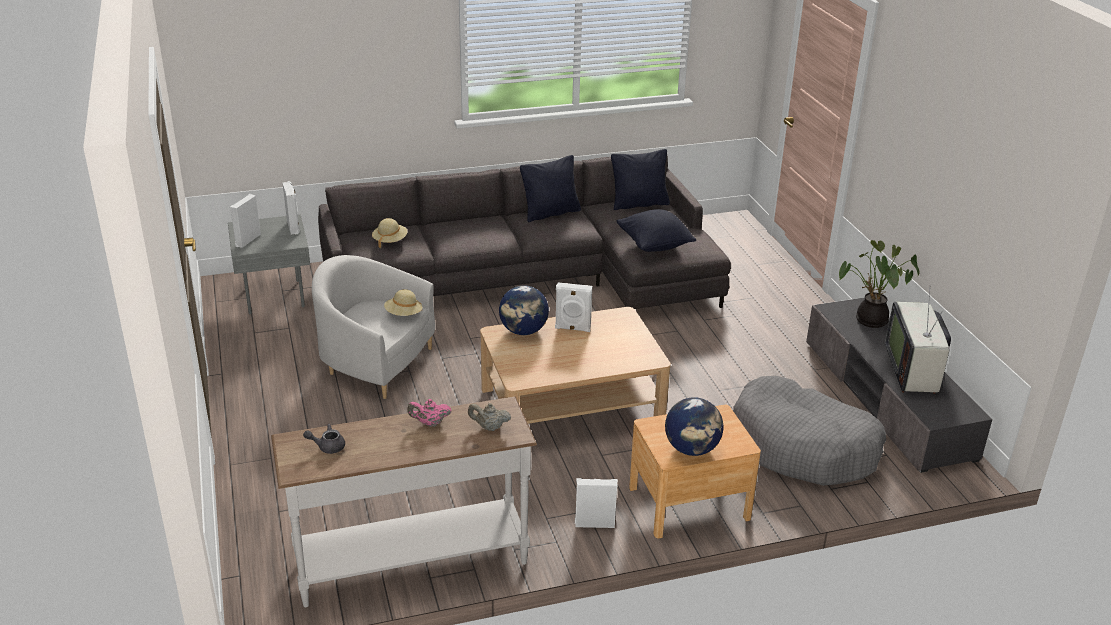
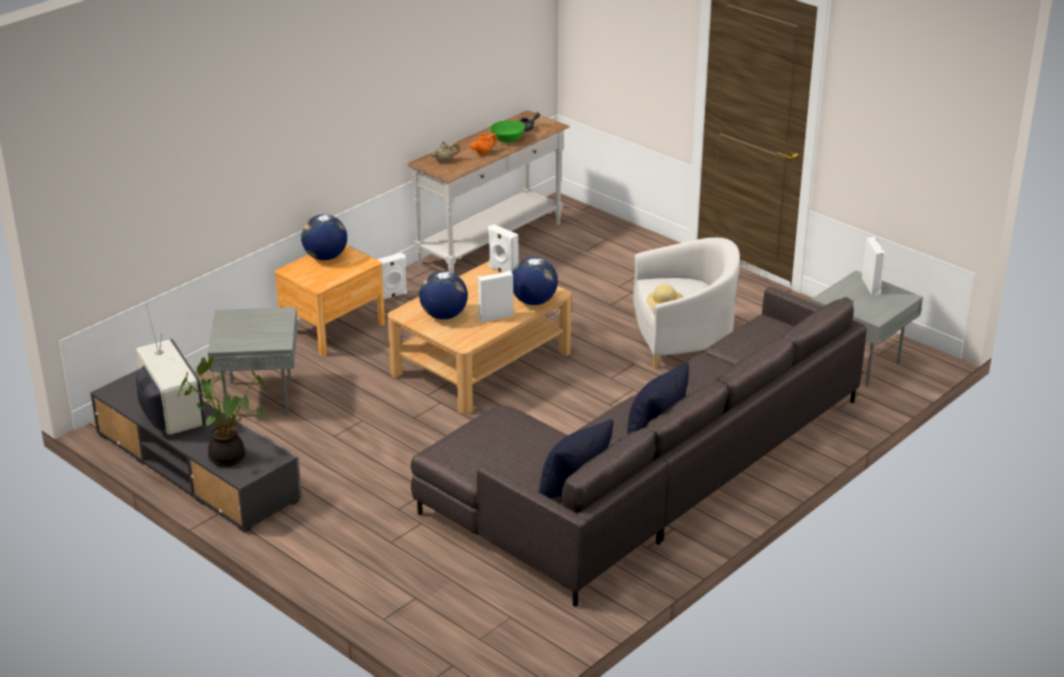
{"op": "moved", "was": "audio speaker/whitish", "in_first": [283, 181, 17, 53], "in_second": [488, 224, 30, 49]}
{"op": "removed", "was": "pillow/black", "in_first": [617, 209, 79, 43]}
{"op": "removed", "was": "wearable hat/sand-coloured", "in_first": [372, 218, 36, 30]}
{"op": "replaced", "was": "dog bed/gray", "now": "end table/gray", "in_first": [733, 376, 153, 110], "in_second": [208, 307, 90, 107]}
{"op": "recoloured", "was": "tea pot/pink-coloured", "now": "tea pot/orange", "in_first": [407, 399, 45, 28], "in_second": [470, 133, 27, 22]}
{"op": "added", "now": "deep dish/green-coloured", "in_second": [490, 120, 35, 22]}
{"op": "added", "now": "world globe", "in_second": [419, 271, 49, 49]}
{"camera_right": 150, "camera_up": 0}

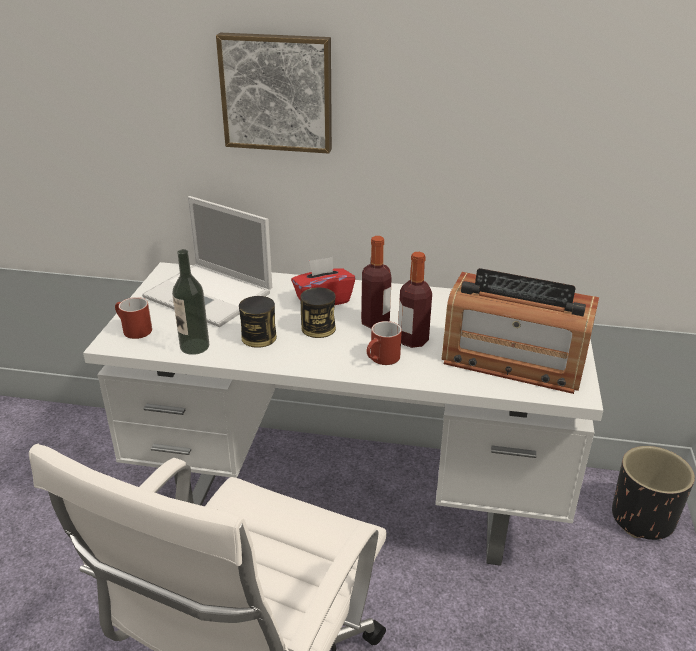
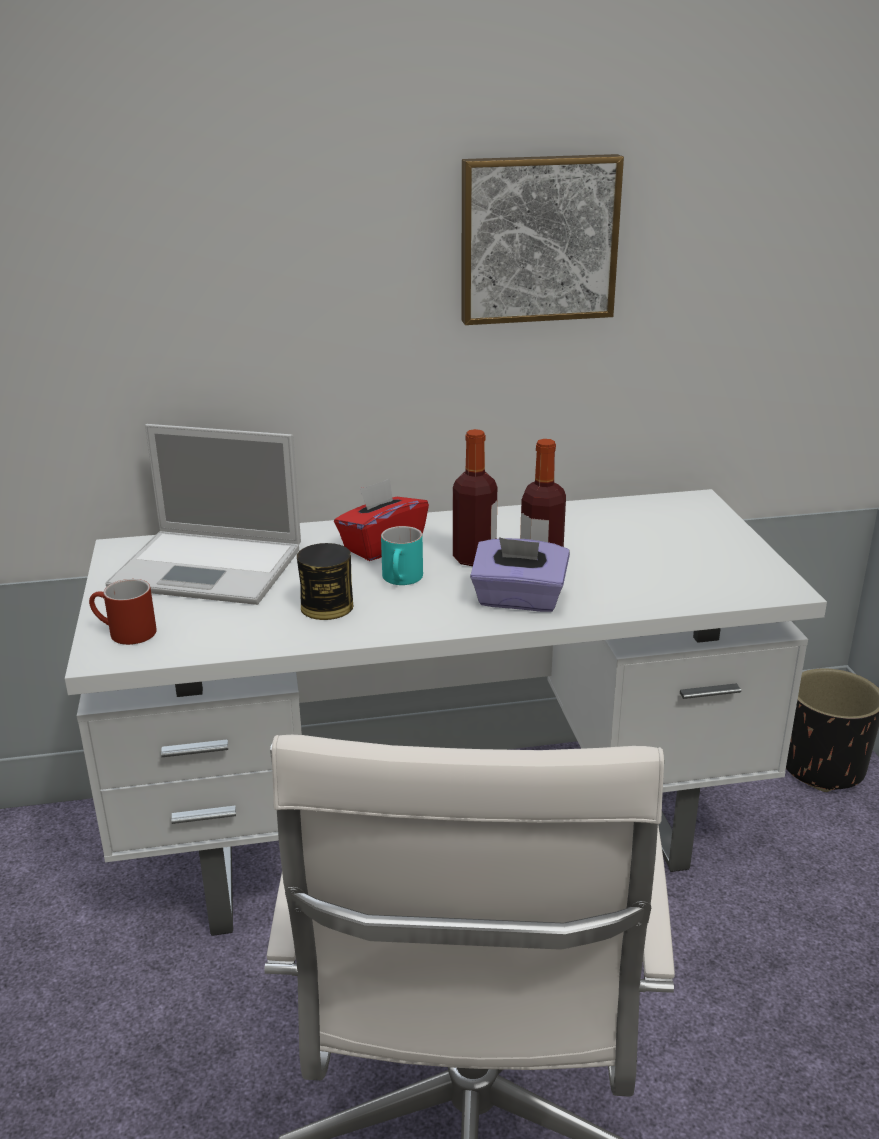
{"op": "moved", "was": "wall picture", "in_first": [216, 33, 116, 121], "in_second": [462, 154, 162, 171]}
{"op": "removed", "was": "beverage bottle", "in_first": [172, 249, 37, 106]}
{"op": "removed", "was": "radio receiver", "in_first": [441, 268, 158, 126]}
{"op": "replaced", "was": "metal can", "now": "tea mug/blue-green", "in_first": [300, 287, 36, 51], "in_second": [381, 526, 42, 59]}
{"op": "replaced", "was": "tea mug/red", "now": "tissue box/purplish", "in_first": [367, 321, 35, 44], "in_second": [470, 537, 100, 75]}
{"camera_right": -20, "camera_up": -5}

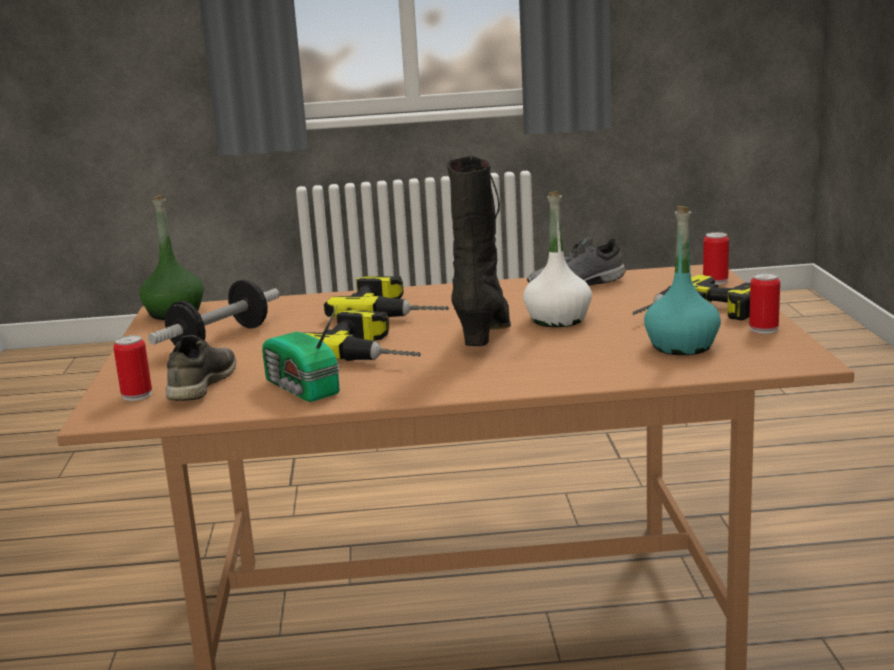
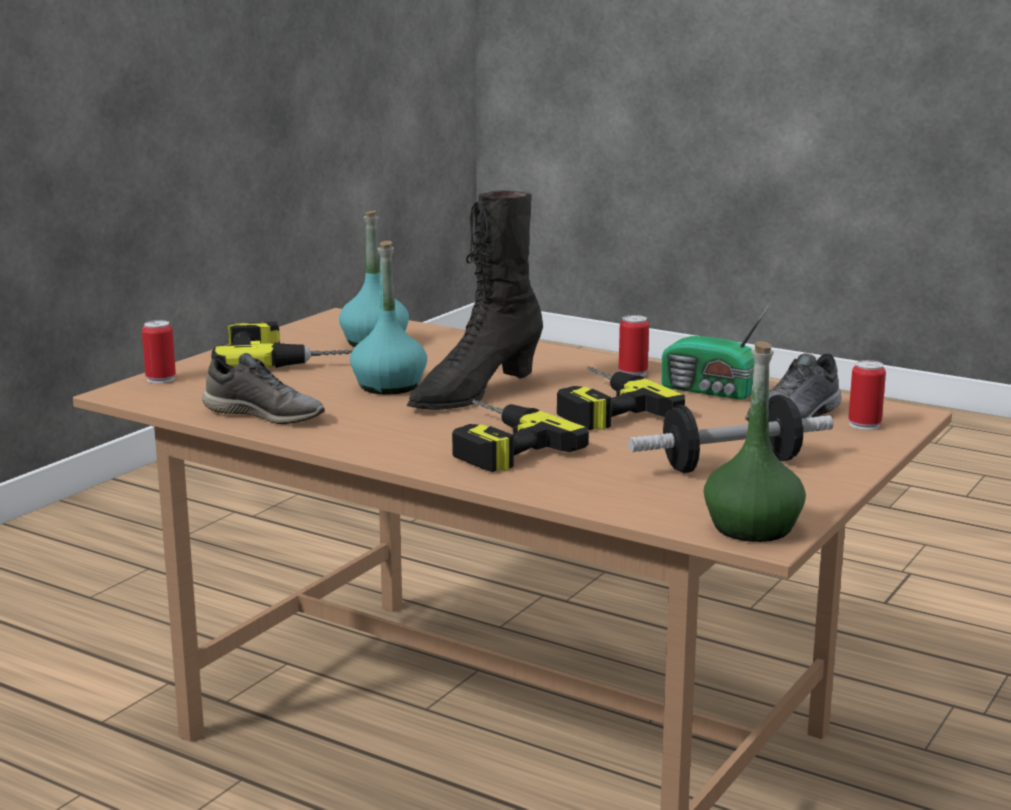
{"op": "recoloured", "was": "beverage bottle/whitish", "now": "beverage bottle/blue-green", "in_first": [523, 191, 69, 136], "in_second": [350, 241, 77, 154]}
{"op": "moved", "was": "metal can", "in_first": [749, 273, 31, 61], "in_second": [619, 315, 30, 62]}
{"op": "turned", "was": "radio receiver", "in_first": [262, 306, 78, 96], "in_second": [662, 304, 108, 96], "clockwise": 120}
{"camera_right": -145, "camera_up": 0}

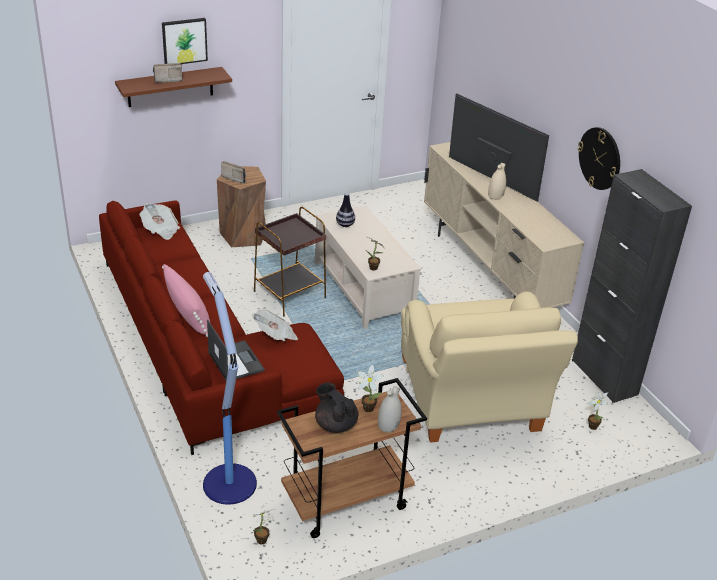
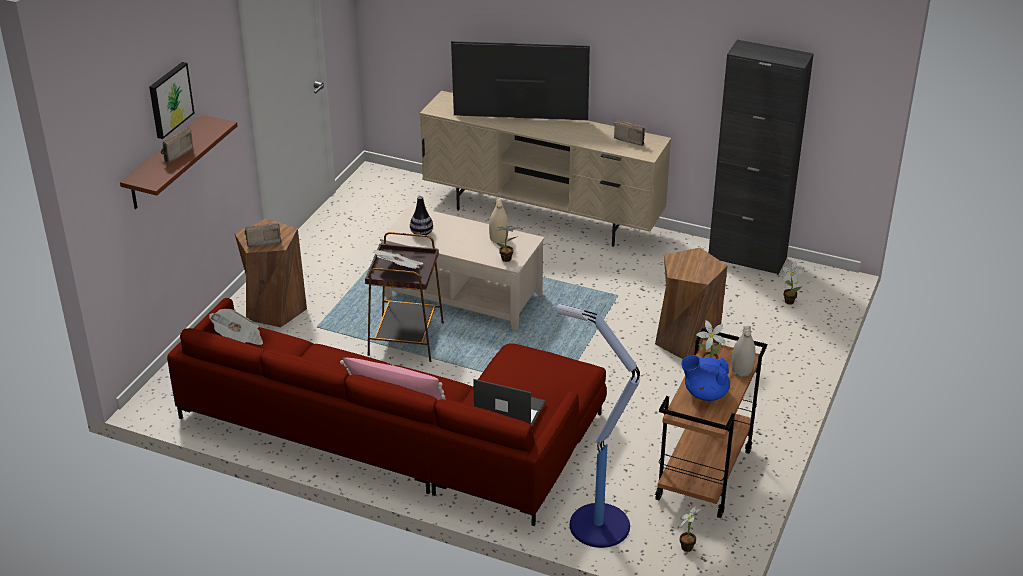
{"op": "removed", "was": "clock on the wall", "in_first": [578, 127, 42, 63]}
{"op": "moved", "was": "flower vase/sand-coloured", "in_first": [488, 163, 18, 37], "in_second": [489, 199, 20, 44]}
{"op": "replaced", "was": "lounge chair/sand-coloured", "now": "sitting stool/brown-coloured", "in_first": [401, 291, 177, 152], "in_second": [655, 248, 72, 111]}
{"op": "moved", "was": "daily paper", "in_first": [252, 309, 46, 32], "in_second": [373, 250, 50, 19]}
{"op": "recoloured", "was": "tea pot/black", "now": "tea pot/blue", "in_first": [315, 382, 43, 51], "in_second": [681, 355, 49, 46]}
{"op": "added", "now": "radio receiver", "in_second": [614, 120, 31, 26]}
{"camera_right": -40, "camera_up": 0}

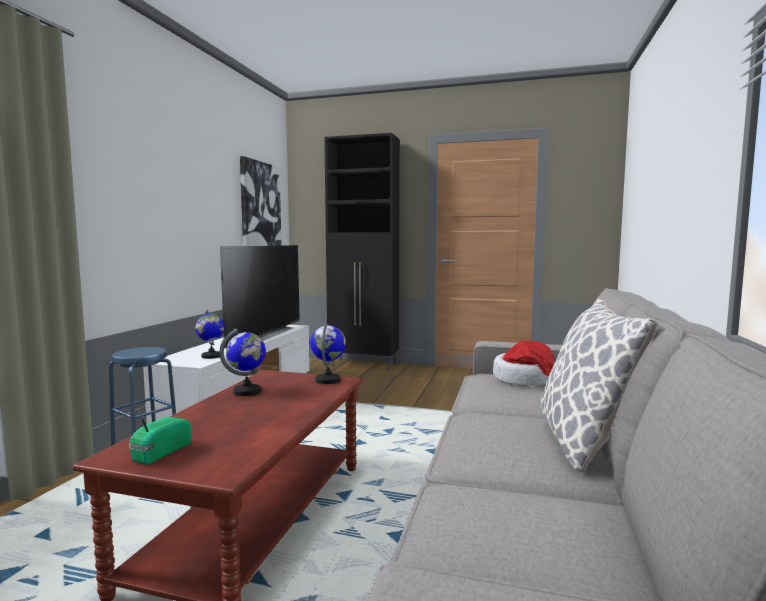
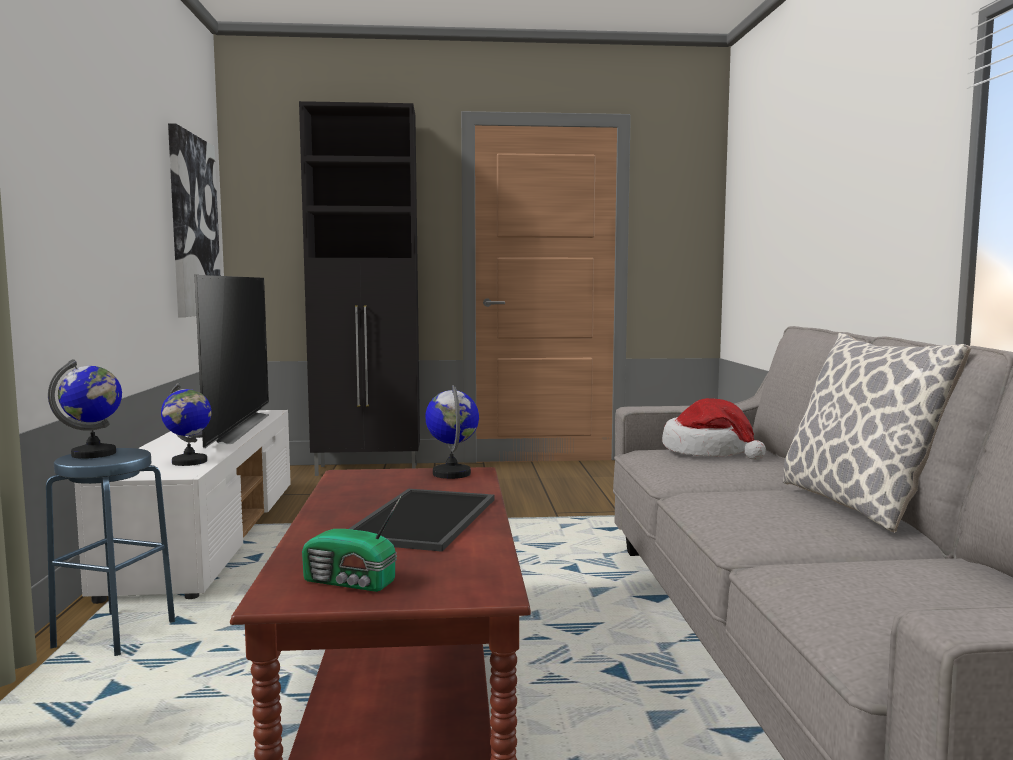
{"op": "moved", "was": "world globe", "in_first": [220, 328, 46, 68], "in_second": [48, 359, 74, 100]}
{"op": "turned", "was": "radio receiver", "in_first": [129, 411, 63, 54], "in_second": [302, 495, 100, 97], "clockwise": -75}
{"op": "added", "now": "tray", "in_second": [349, 489, 145, 63]}
{"camera_right": -20, "camera_up": 0}

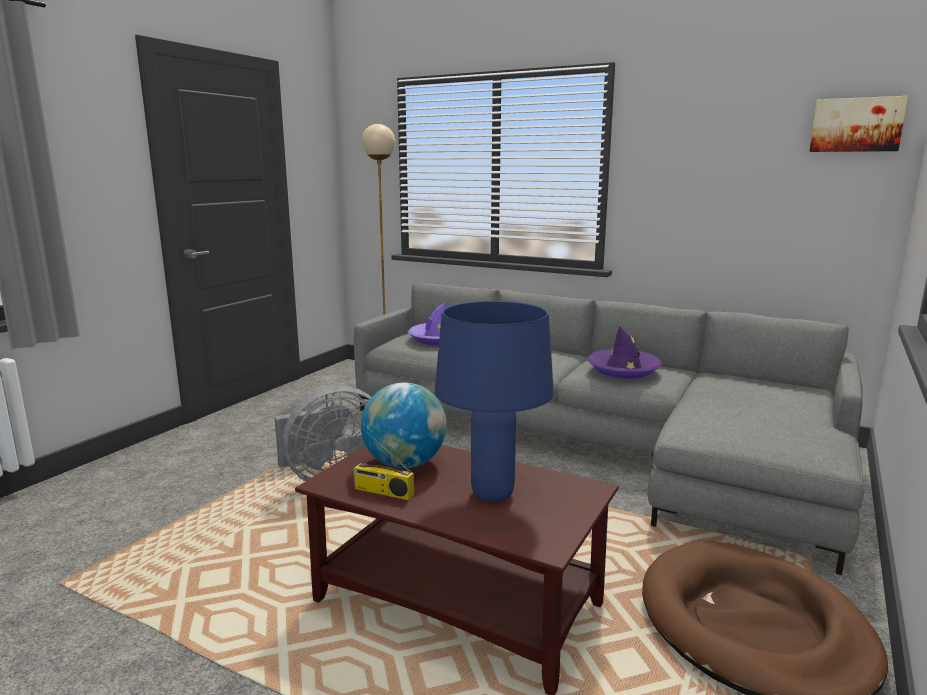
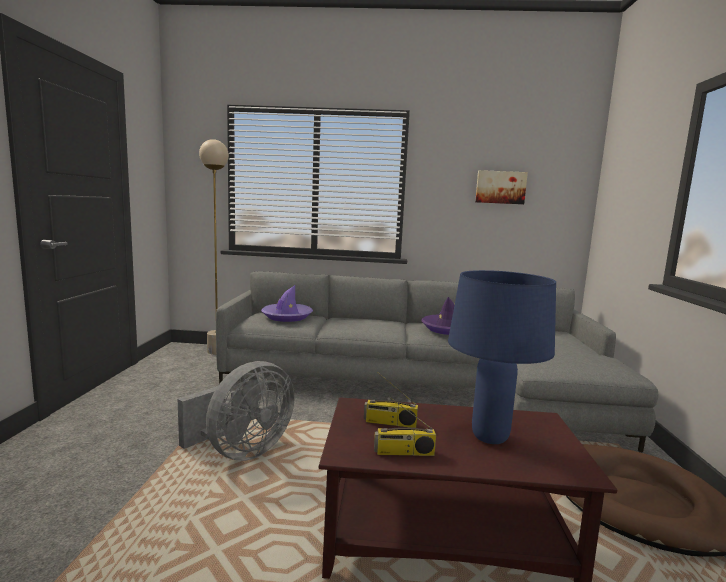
{"op": "moved", "was": "wall picture", "in_first": [809, 96, 99, 56], "in_second": [475, 170, 53, 34]}
{"op": "replaced", "was": "world globe", "now": "radio receiver", "in_first": [361, 382, 86, 87], "in_second": [364, 372, 54, 56]}
{"camera_right": -25, "camera_up": -5}

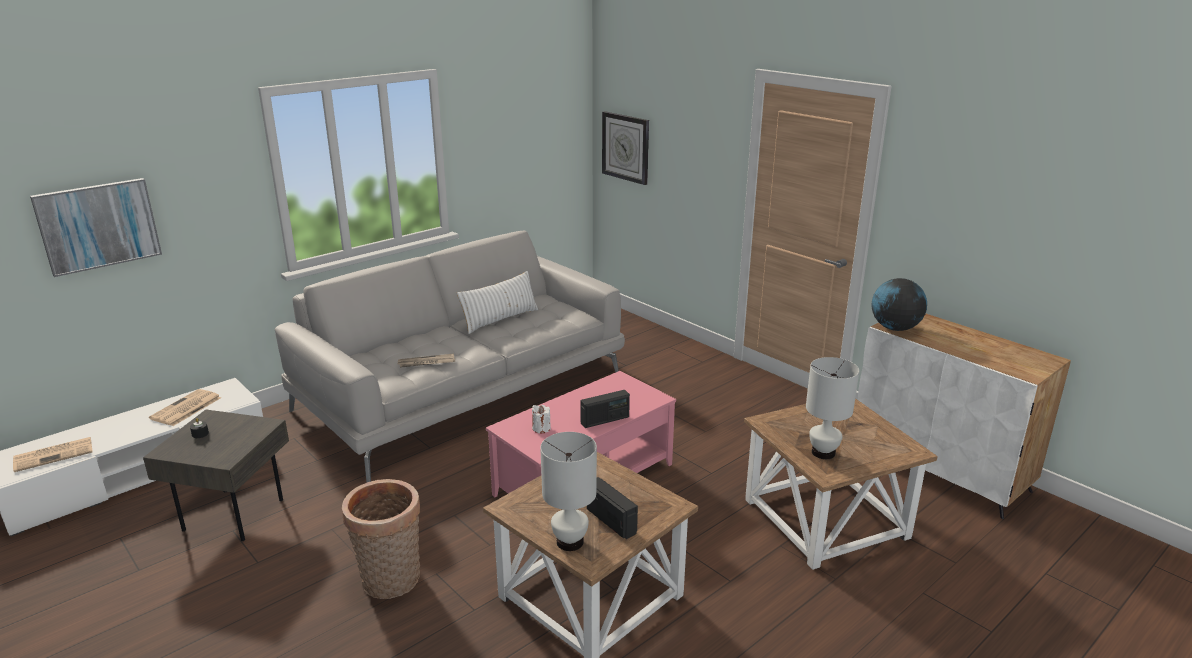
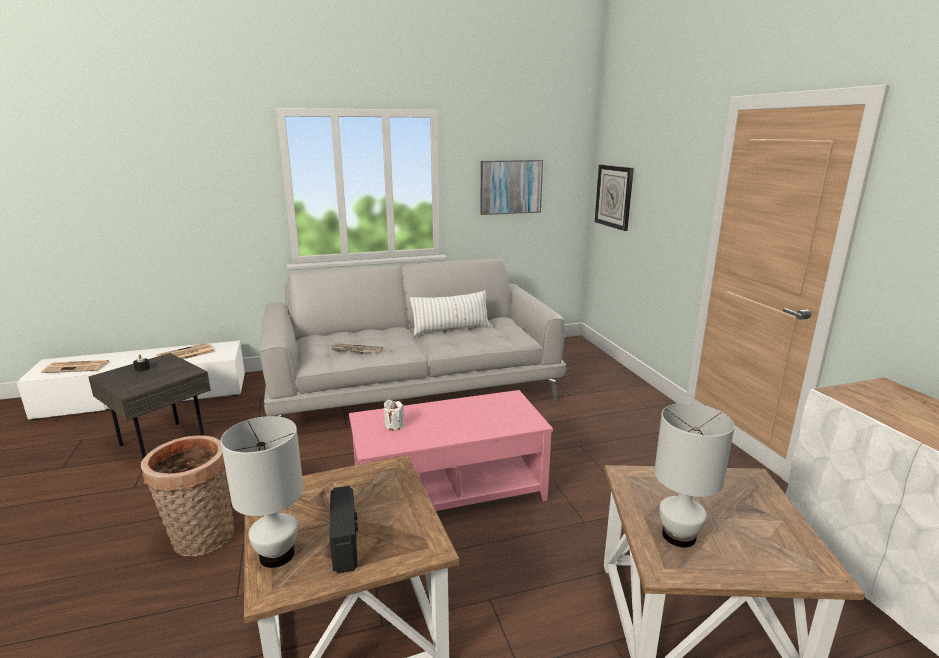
{"op": "moved", "was": "wall picture", "in_first": [30, 178, 132, 99], "in_second": [480, 160, 63, 55]}
{"op": "removed", "was": "world globe", "in_first": [872, 278, 55, 53]}
{"op": "removed", "was": "radio receiver", "in_first": [580, 390, 50, 38]}
{"camera_right": 25, "camera_up": -5}

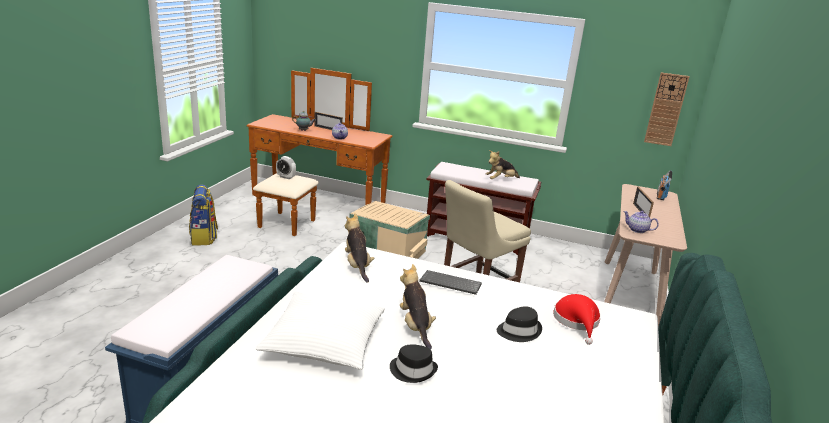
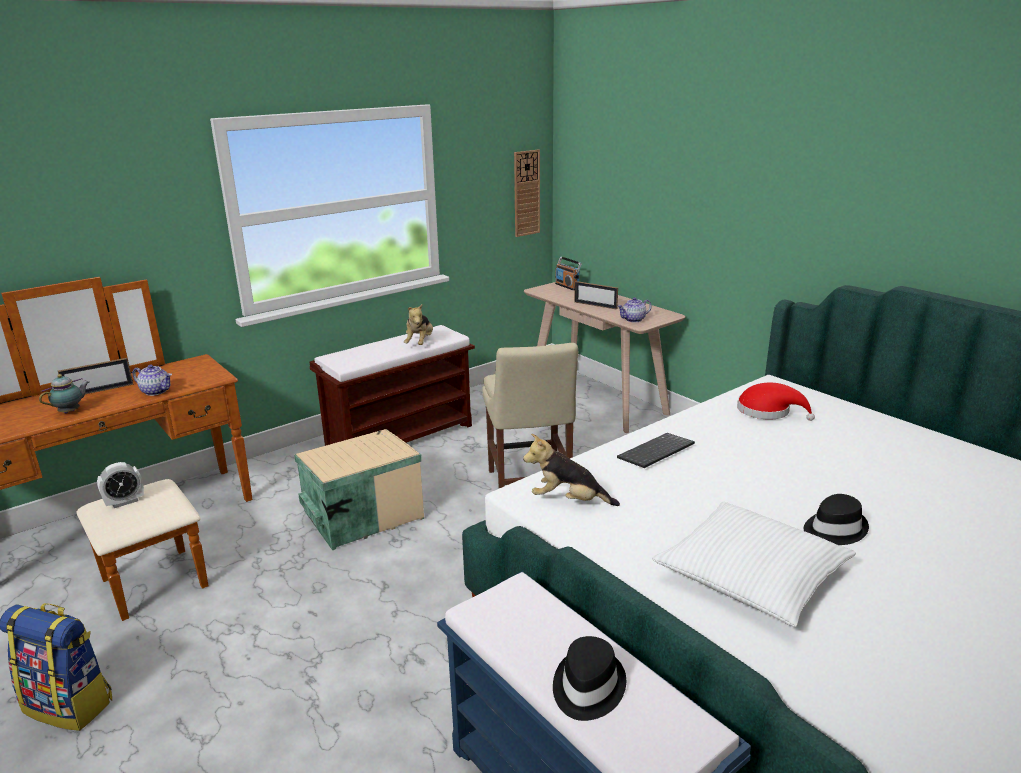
{"op": "removed", "was": "soft toy", "in_first": [400, 264, 36, 85]}
{"op": "moved", "was": "wearable hat/black", "in_first": [497, 306, 45, 36], "in_second": [553, 636, 73, 85]}
{"camera_right": -55, "camera_up": 0}

